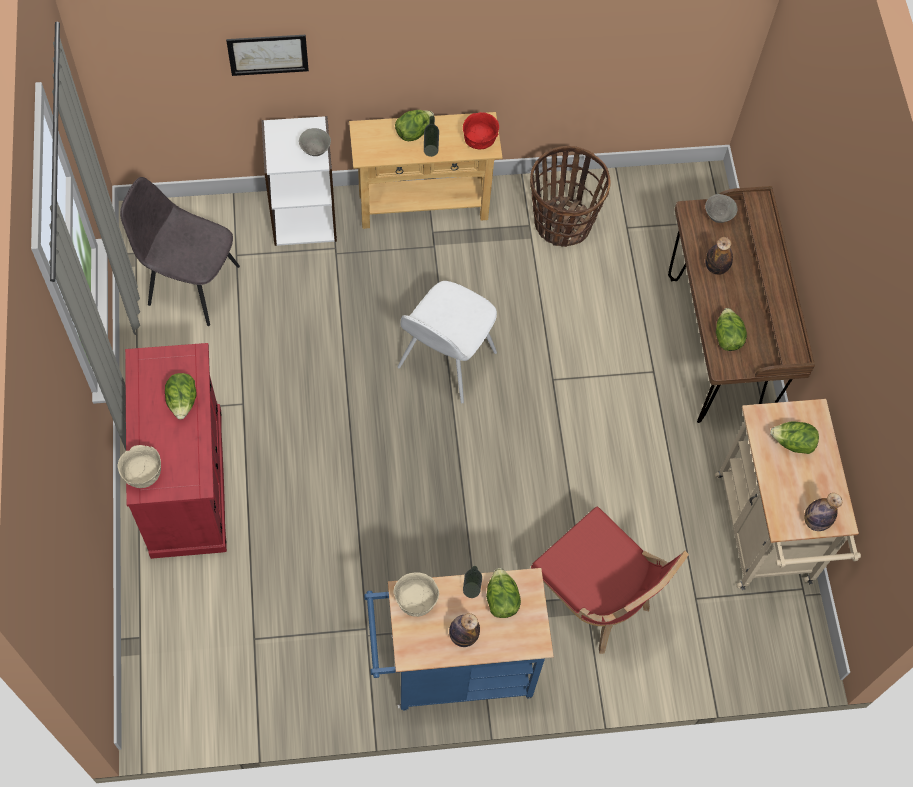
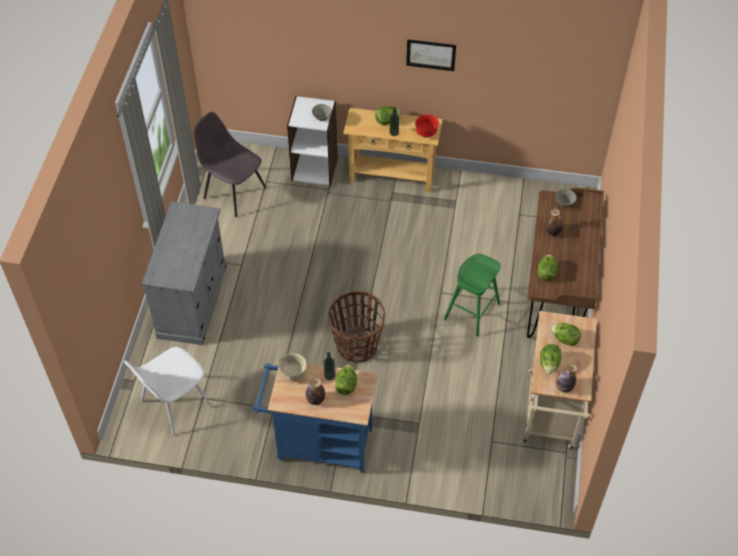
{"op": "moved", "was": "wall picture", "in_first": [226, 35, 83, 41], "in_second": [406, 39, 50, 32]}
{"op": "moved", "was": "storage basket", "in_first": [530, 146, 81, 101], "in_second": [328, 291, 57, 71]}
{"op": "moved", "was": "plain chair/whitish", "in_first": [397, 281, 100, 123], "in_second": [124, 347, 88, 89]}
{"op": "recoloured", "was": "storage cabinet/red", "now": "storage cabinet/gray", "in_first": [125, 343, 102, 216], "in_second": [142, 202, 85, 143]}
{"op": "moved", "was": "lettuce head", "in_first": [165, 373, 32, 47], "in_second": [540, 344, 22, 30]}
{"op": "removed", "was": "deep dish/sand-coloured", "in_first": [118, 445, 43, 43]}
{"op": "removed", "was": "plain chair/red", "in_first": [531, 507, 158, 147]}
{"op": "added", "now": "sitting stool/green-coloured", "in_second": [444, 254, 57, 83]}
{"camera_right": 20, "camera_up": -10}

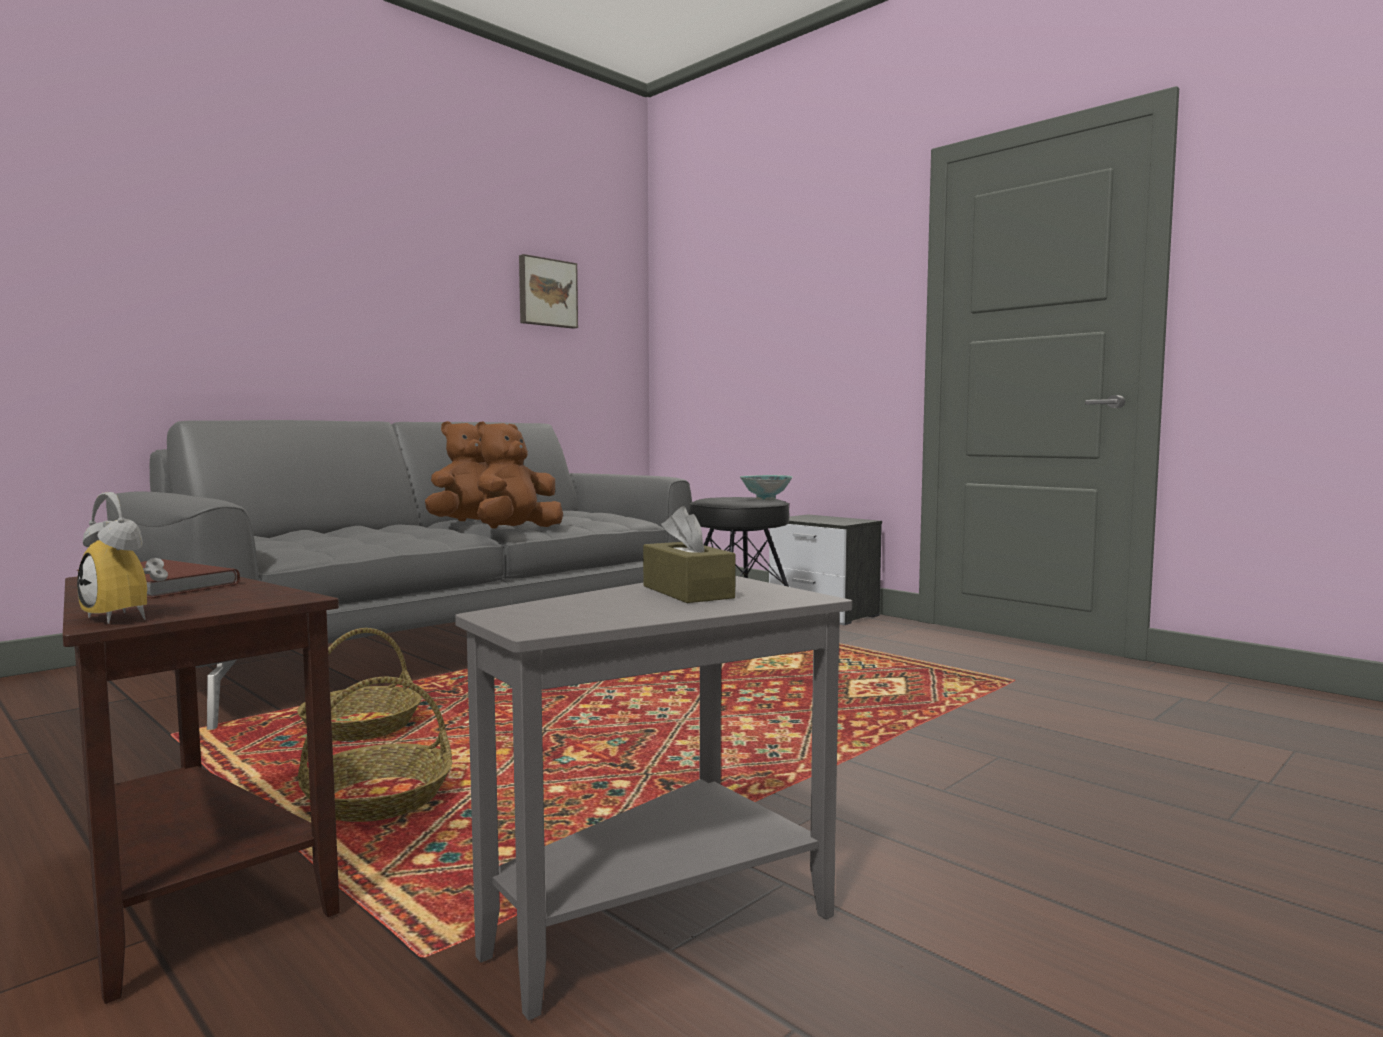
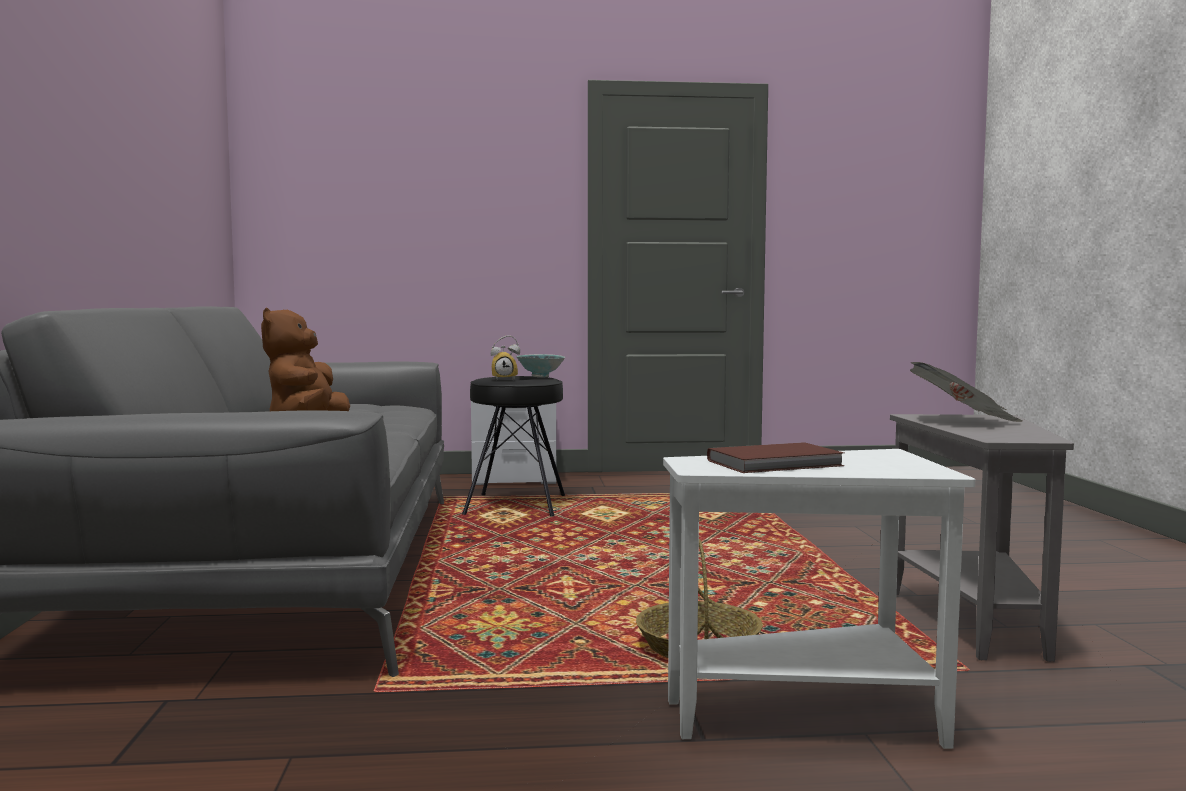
{"op": "removed", "was": "wall picture", "in_first": [519, 254, 59, 75]}
{"op": "removed", "was": "soft toy/brown-coloured", "in_first": [477, 421, 86, 107]}
{"op": "moved", "was": "alarm clock", "in_first": [77, 492, 91, 132], "in_second": [491, 335, 29, 44]}
{"op": "replaced", "was": "tissue box/brown-coloured", "now": "daily paper", "in_first": [643, 506, 93, 97], "in_second": [910, 362, 113, 60]}
{"op": "recoloured", "was": "end table/brown-coloured", "now": "end table/whitish", "in_first": [63, 577, 277, 427], "in_second": [663, 449, 312, 300]}
{"op": "removed", "was": "storage basket", "in_first": [297, 628, 124, 113]}
{"camera_right": -50, "camera_up": 0}

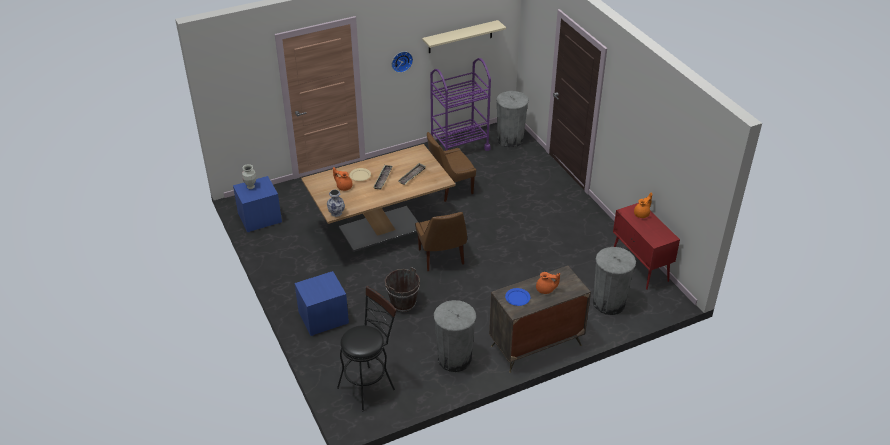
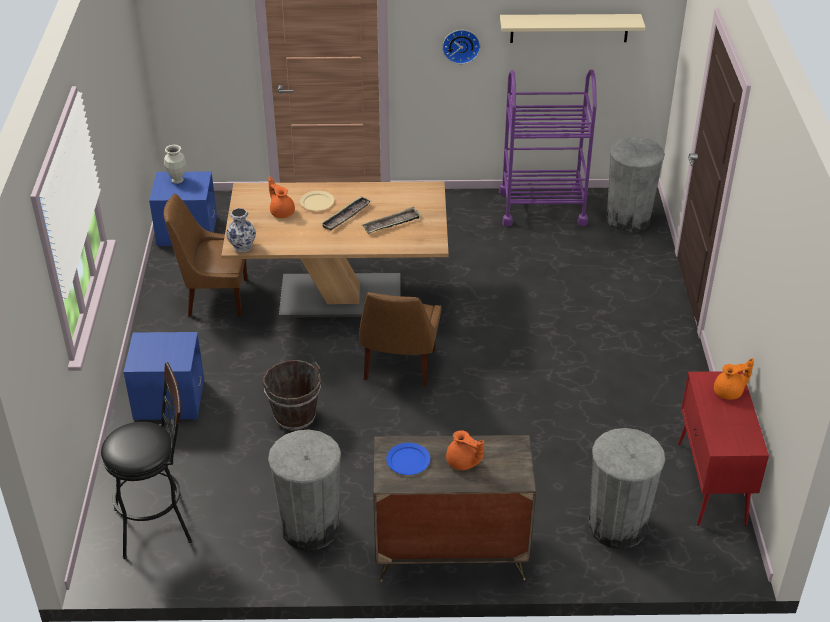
{"op": "moved", "was": "plain chair/brown-coloured", "in_first": [427, 132, 49, 70], "in_second": [164, 194, 84, 123]}
{"camera_right": 25, "camera_up": 0}

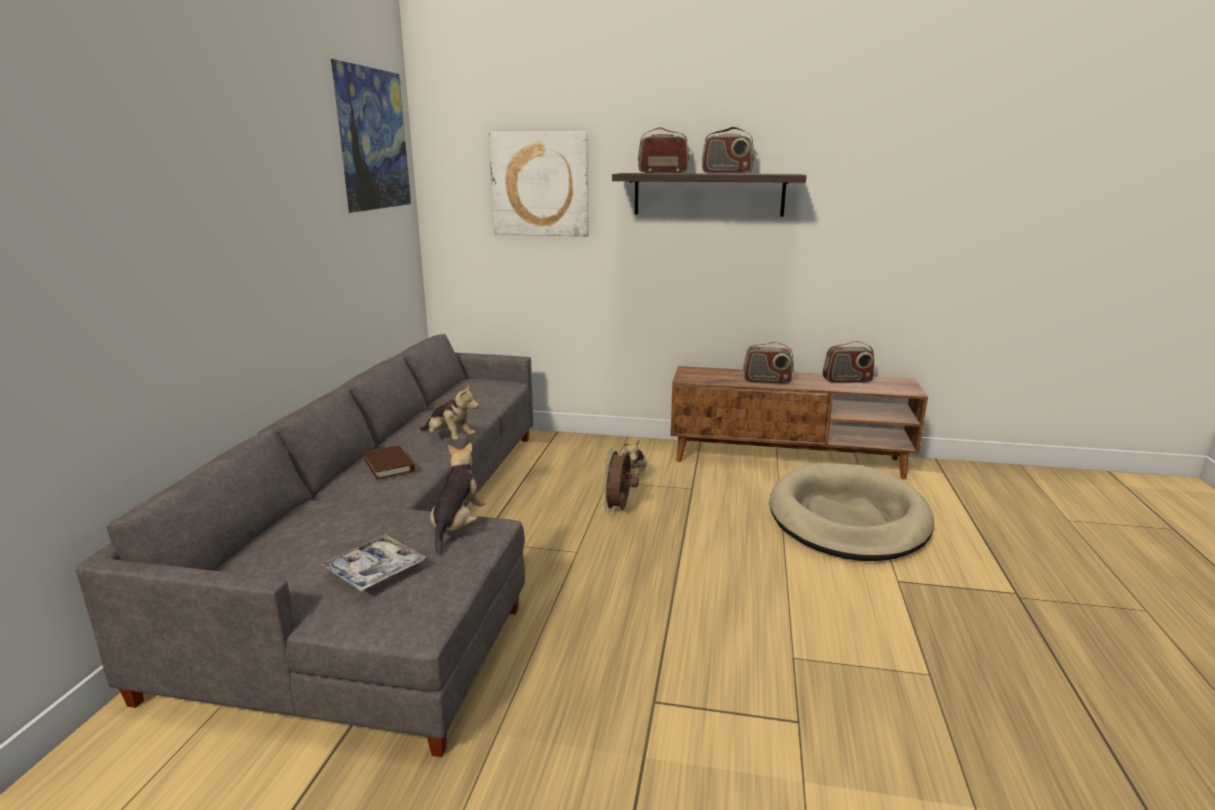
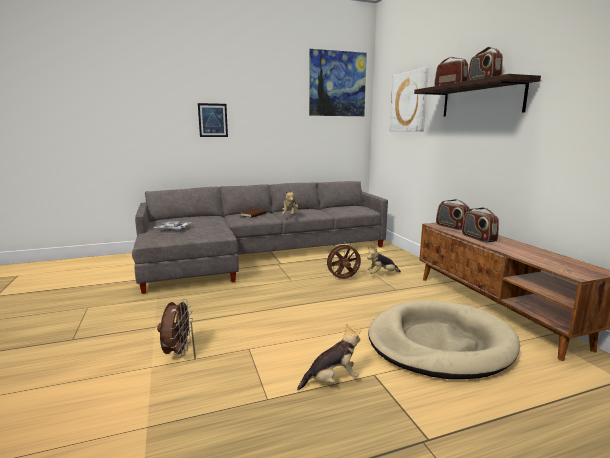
{"op": "moved", "was": "radio receiver", "in_first": [823, 341, 52, 42], "in_second": [436, 199, 34, 31]}
{"op": "moved", "was": "soft toy", "in_first": [430, 443, 55, 112], "in_second": [297, 324, 64, 66]}
{"op": "added", "now": "wall picture", "in_second": [198, 103, 30, 34]}
{"op": "added", "now": "electric fan/brown-coloured", "in_second": [157, 299, 36, 59]}
{"camera_right": 60, "camera_up": -5}

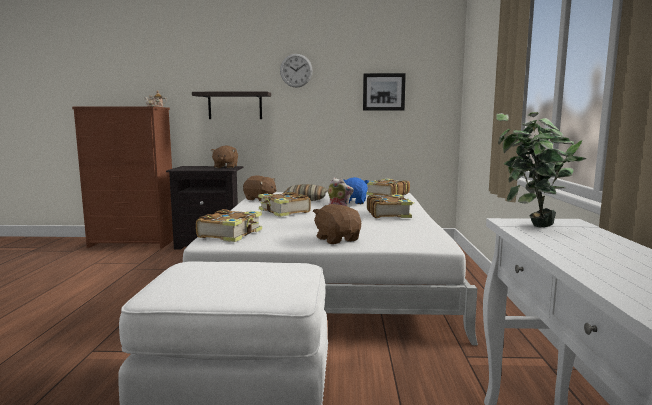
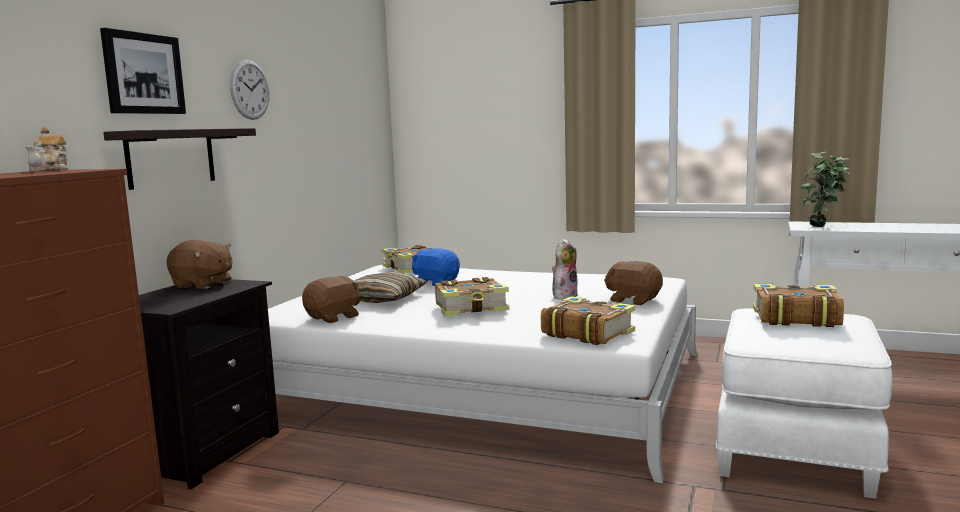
{"op": "moved", "was": "wall picture", "in_first": [363, 73, 43, 38], "in_second": [100, 28, 86, 86]}
{"op": "moved", "was": "book", "in_first": [367, 195, 48, 23], "in_second": [753, 283, 91, 44]}
{"op": "turned", "was": "soft toy/brown-coloured", "in_first": [313, 204, 48, 40], "in_second": [604, 261, 59, 44], "clockwise": 45}
{"camera_right": -70, "camera_up": 0}

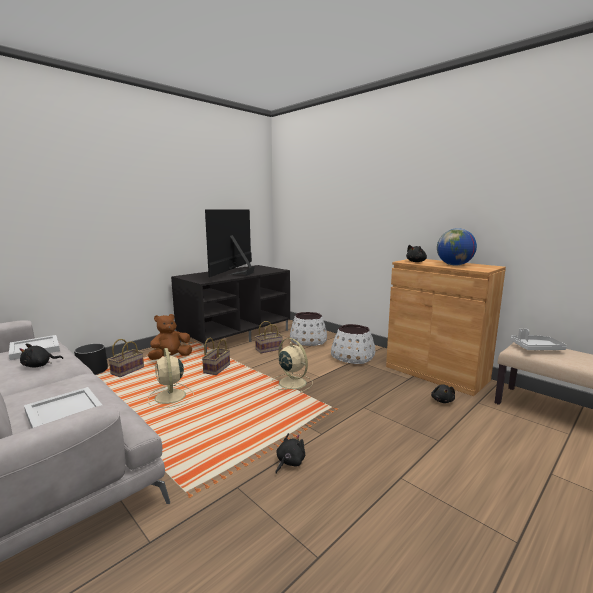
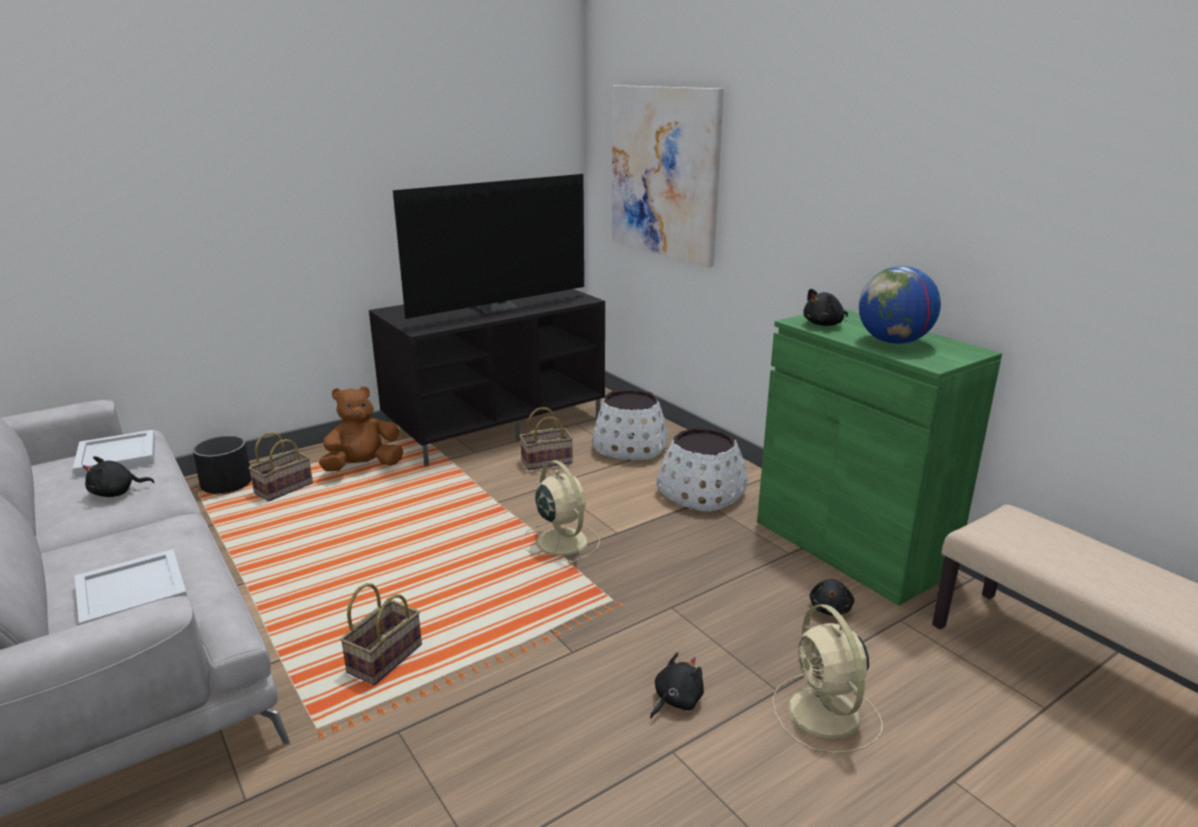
{"op": "turned", "was": "TV", "in_first": [205, 209, 50, 68], "in_second": [393, 174, 191, 145], "clockwise": -150}
{"op": "recoloured", "was": "storage cabinet/brown-coloured", "now": "storage cabinet/green-coloured", "in_first": [386, 259, 120, 137], "in_second": [757, 309, 245, 296]}
{"op": "removed", "was": "tray/gray", "in_first": [510, 329, 57, 21]}
{"op": "moved", "was": "storage basket", "in_first": [202, 338, 28, 37], "in_second": [340, 583, 82, 102]}
{"op": "moved", "was": "electric fan/sand-coloured", "in_first": [148, 348, 46, 60], "in_second": [772, 604, 111, 149]}
{"op": "moved", "was": "soft toy/black", "in_first": [275, 433, 30, 41], "in_second": [650, 652, 54, 67]}
{"op": "added", "now": "wall picture", "in_second": [612, 85, 112, 182]}
{"camera_right": 10, "camera_up": 10}

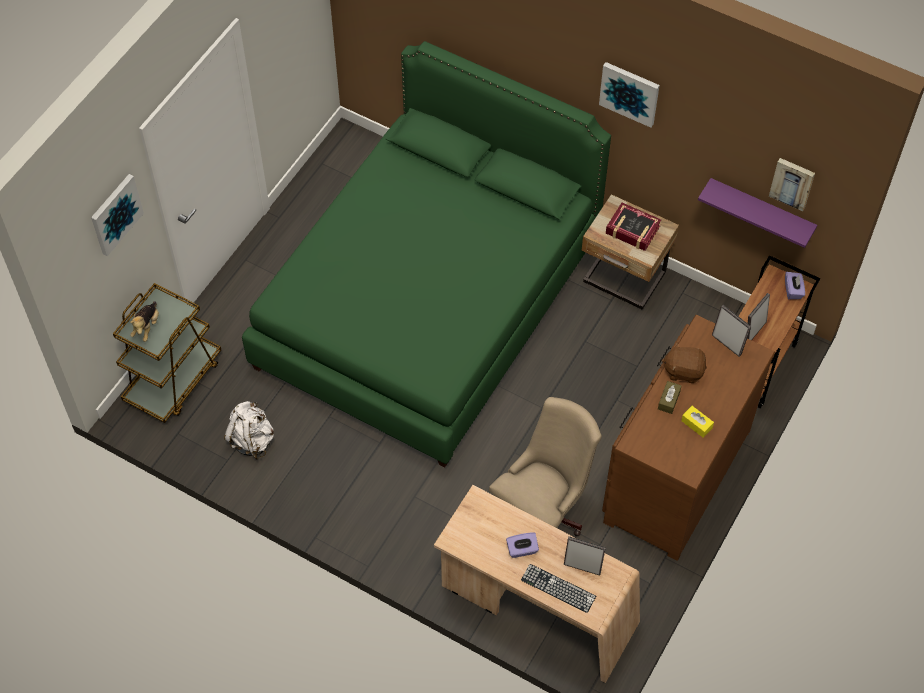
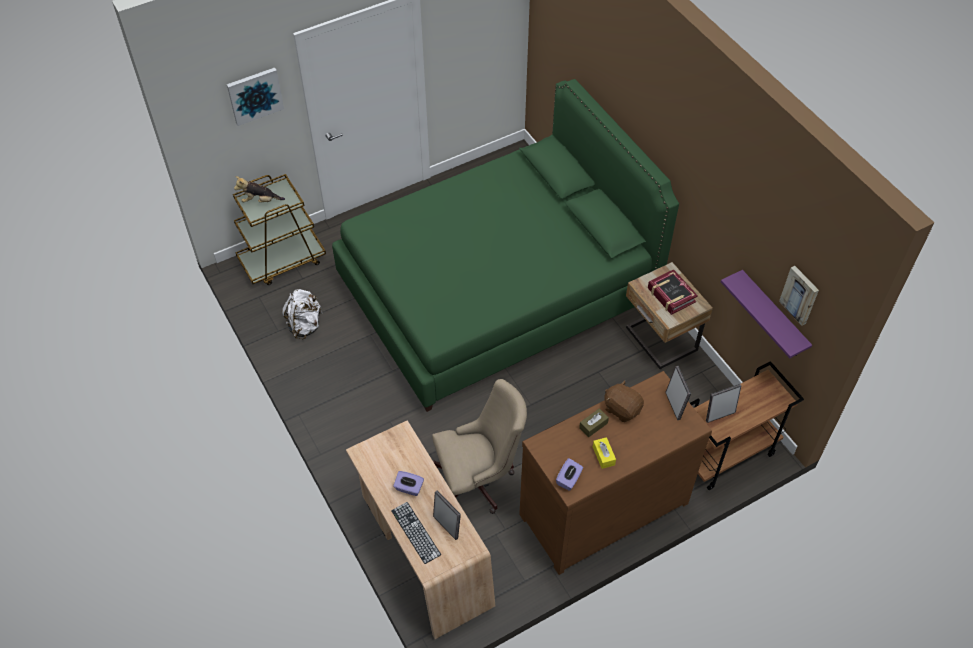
{"op": "removed", "was": "wall picture", "in_first": [599, 62, 61, 66]}
{"op": "moved", "was": "tissue box/purplish", "in_first": [785, 272, 20, 27], "in_second": [556, 458, 27, 33]}
{"op": "turned", "was": "soft toy", "in_first": [130, 301, 29, 41], "in_second": [234, 176, 51, 27], "clockwise": 45}
{"camera_right": 30, "camera_up": -5}

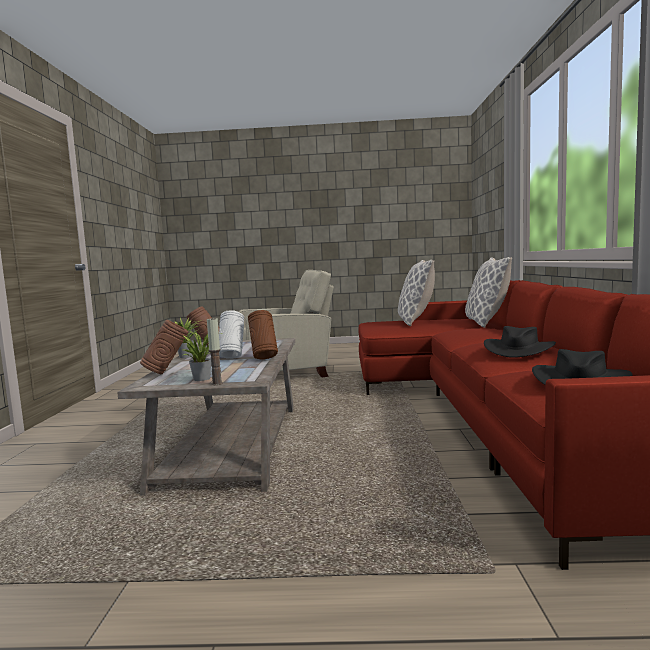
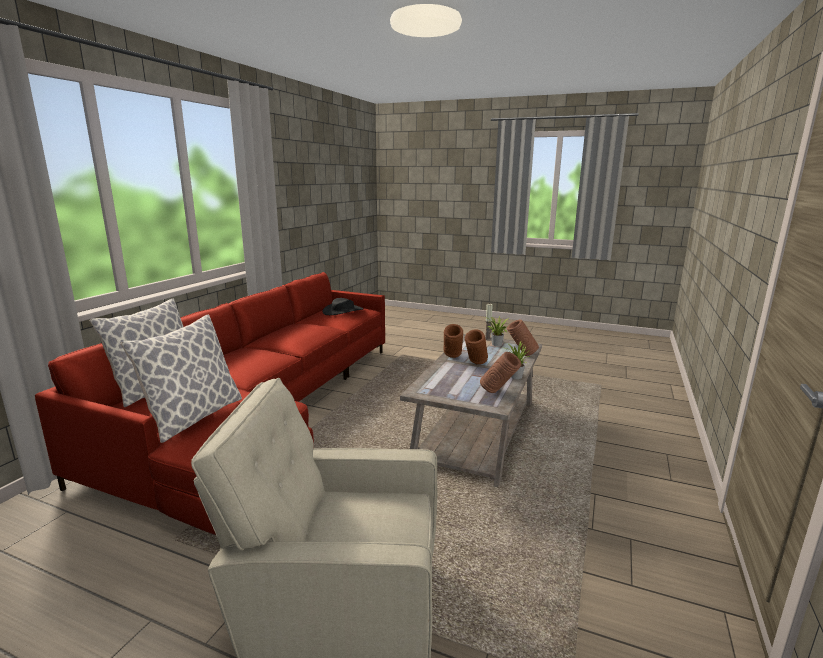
{"op": "recoloured", "was": "flower vase/whitish", "now": "flower vase/brown-coloured", "in_first": [219, 310, 25, 49], "in_second": [465, 329, 23, 36]}
{"op": "removed", "was": "wearable hat/black", "in_first": [484, 326, 72, 32]}
{"camera_right": -160, "camera_up": 10}

